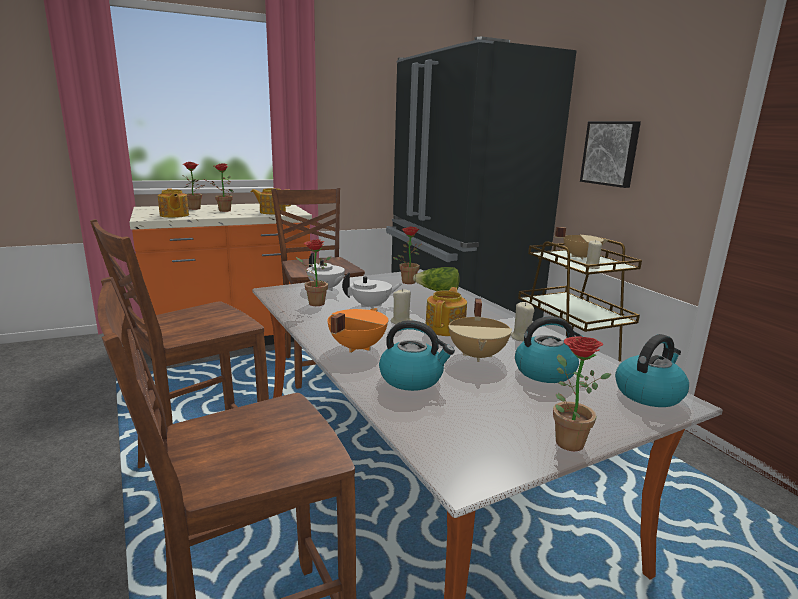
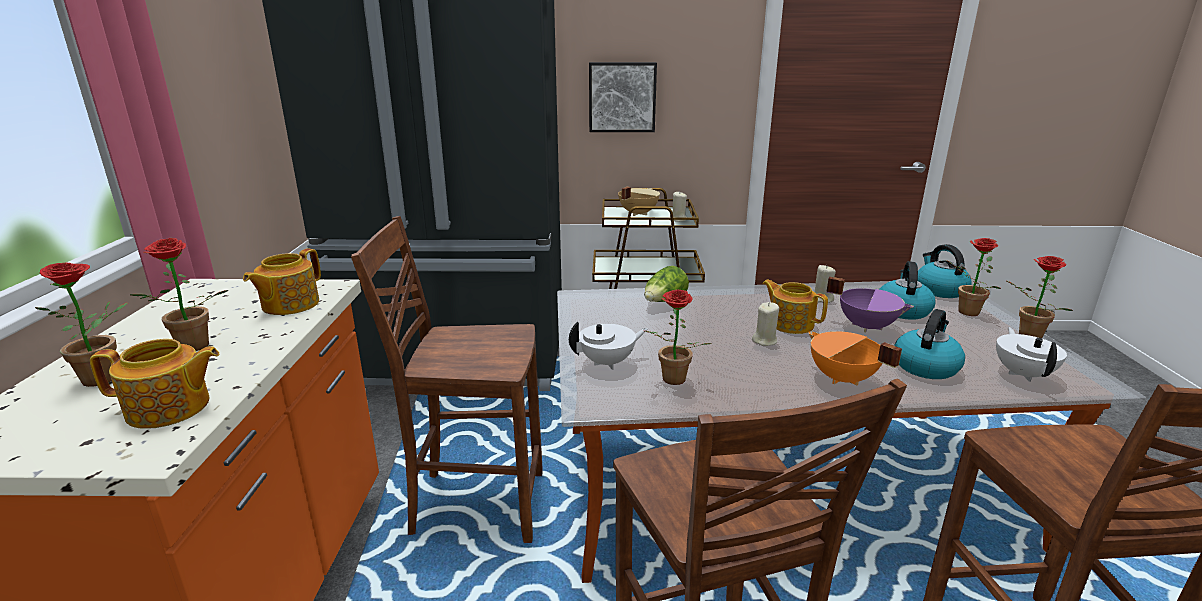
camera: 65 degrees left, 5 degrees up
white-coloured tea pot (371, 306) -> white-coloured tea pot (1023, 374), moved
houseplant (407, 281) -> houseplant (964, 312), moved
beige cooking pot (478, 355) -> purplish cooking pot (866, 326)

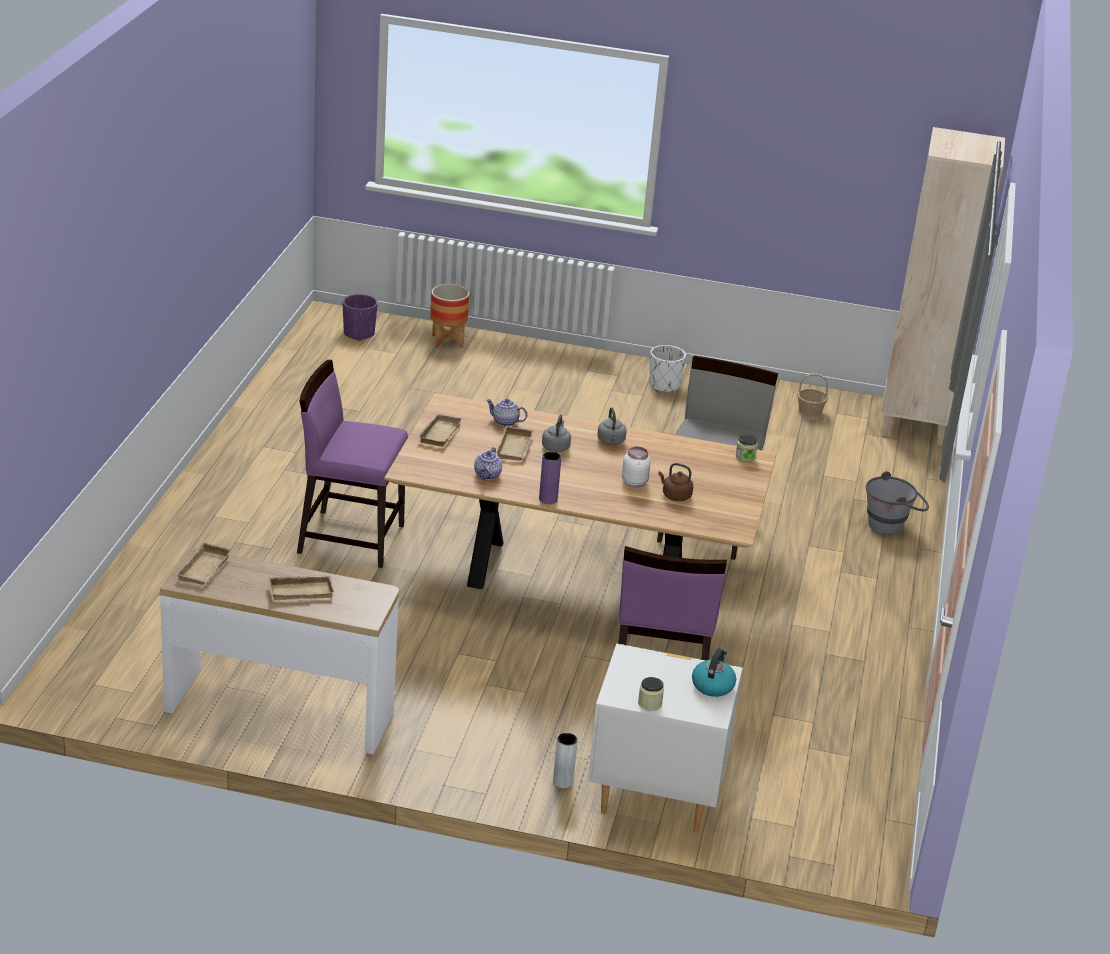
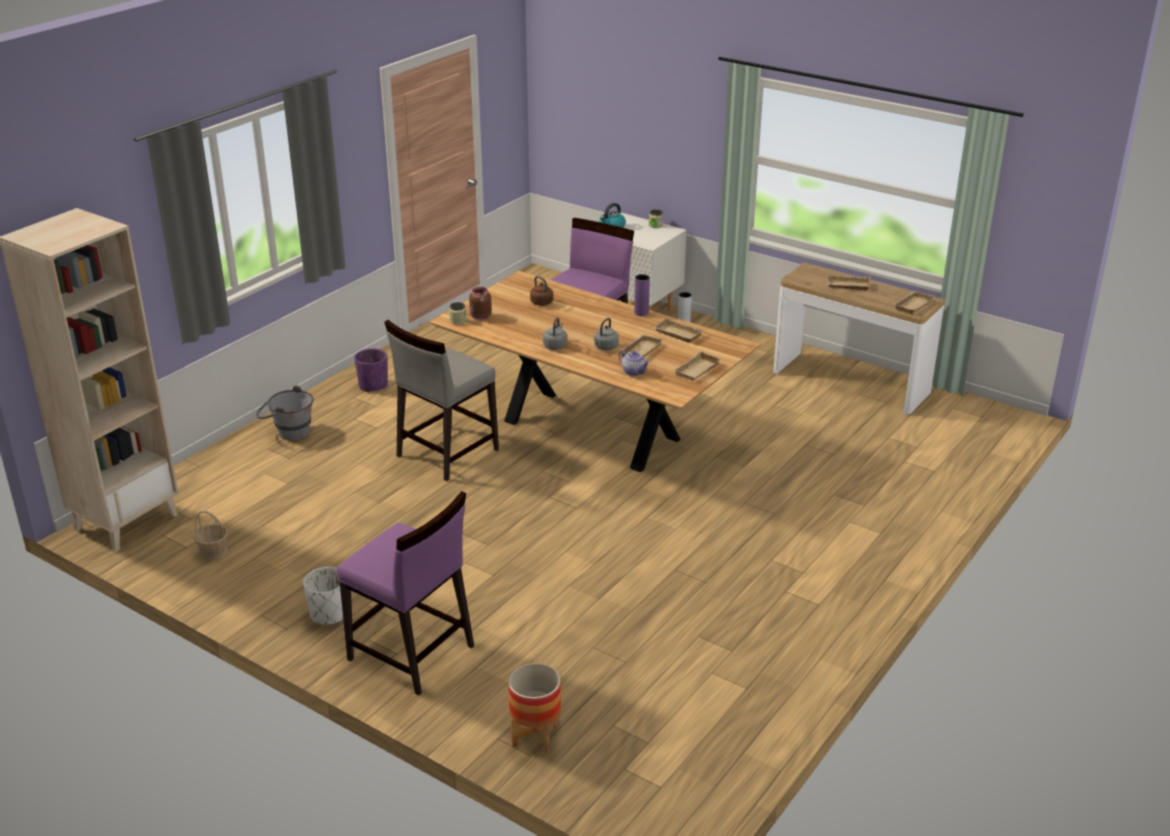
camera: 155 degrees left, 0 degrees up
purplish upright chair (350, 538) -> purplish upright chair (411, 654), moved
purplish planter (359, 334) -> purplish planter (373, 385), moved
tea pot (488, 475) -> beige tray (676, 334)
white-coloured storage jar (634, 482) -> none
none -> brownish storage jar (480, 316)

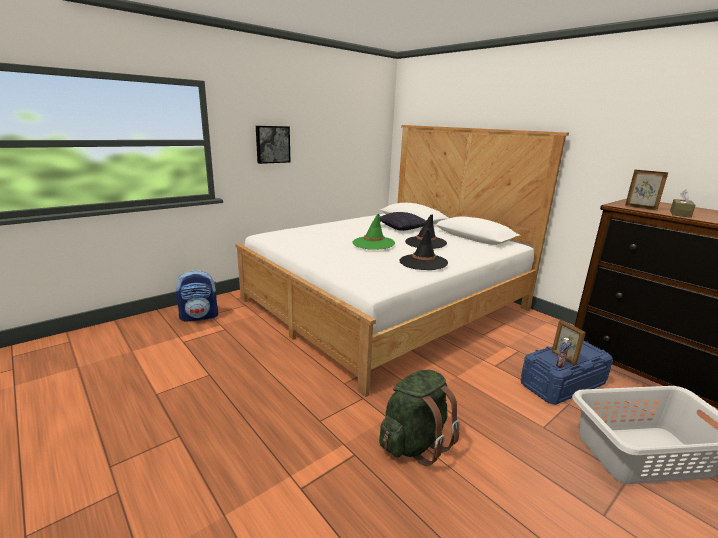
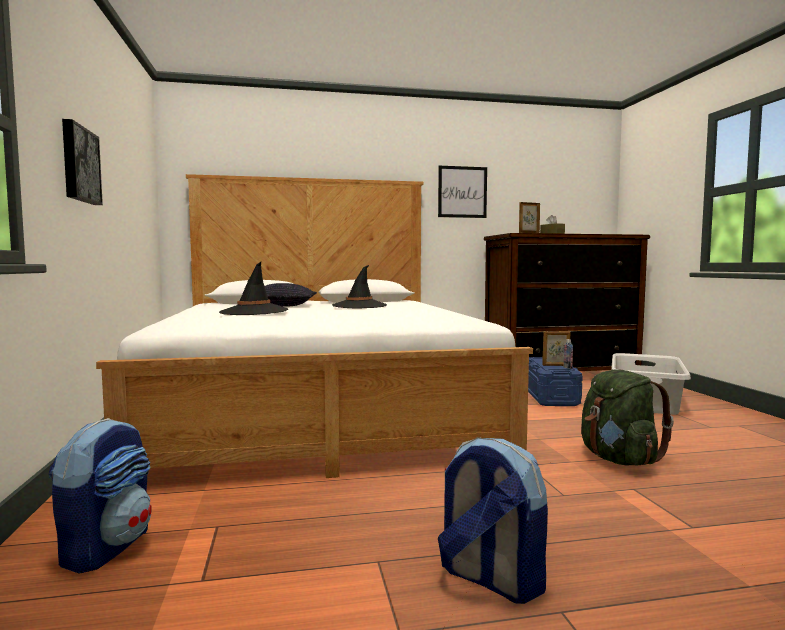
camera: 60 degrees left, 15 degrees down
green-coloured hat (373, 243) -> none
blackish hat (423, 262) -> blackish hat (254, 312), moved
none -> wall art (462, 192)
none -> knapsack (489, 579)

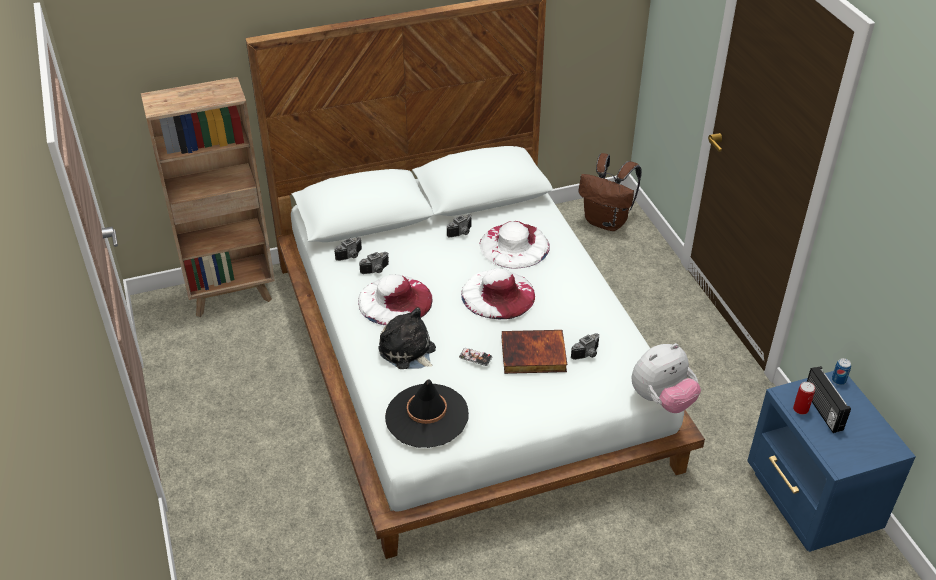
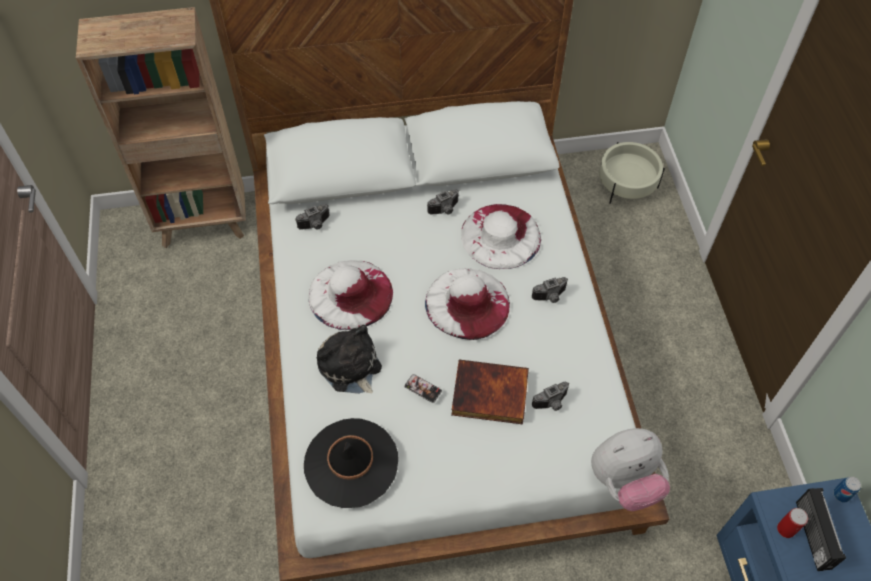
camera: 10 degrees right, 15 degrees up
photo camera (376, 271) -> photo camera (551, 297), moved
brownish knapsack (607, 222) -> beige planter (626, 184)

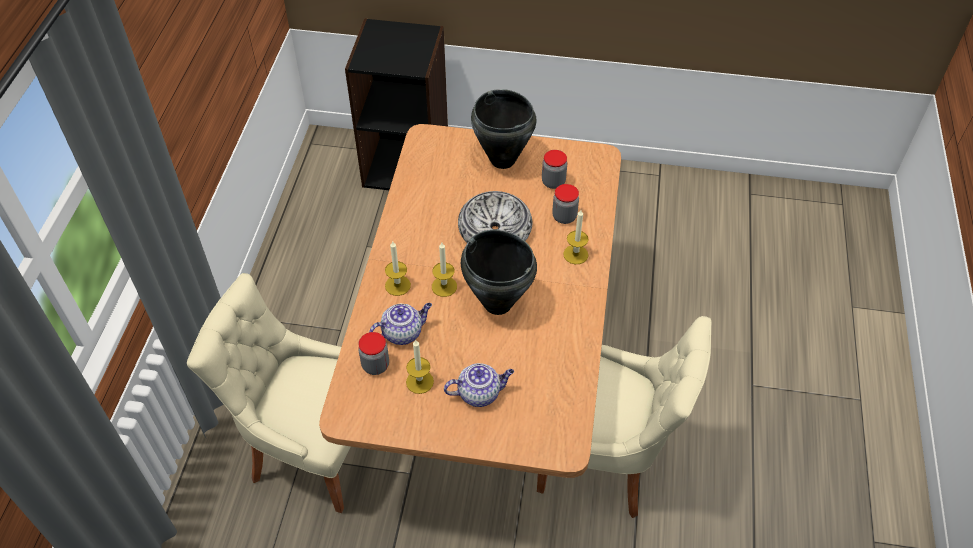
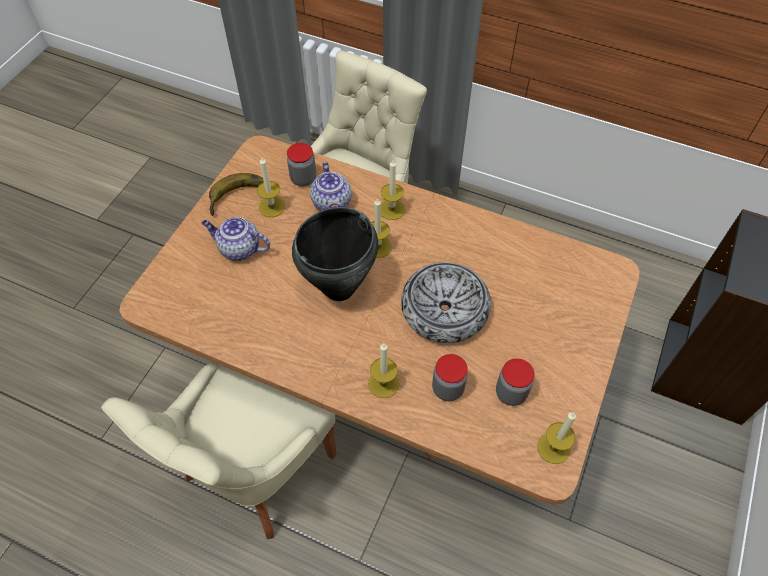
camera: 105 degrees right, 5 degrees up
tea pot (480, 393) -> tea pot (238, 249), 105 degrees clockwise
blackish cooking pot (502, 160) -> none
none -> banana fruit (239, 198)
none -> candle (553, 448)

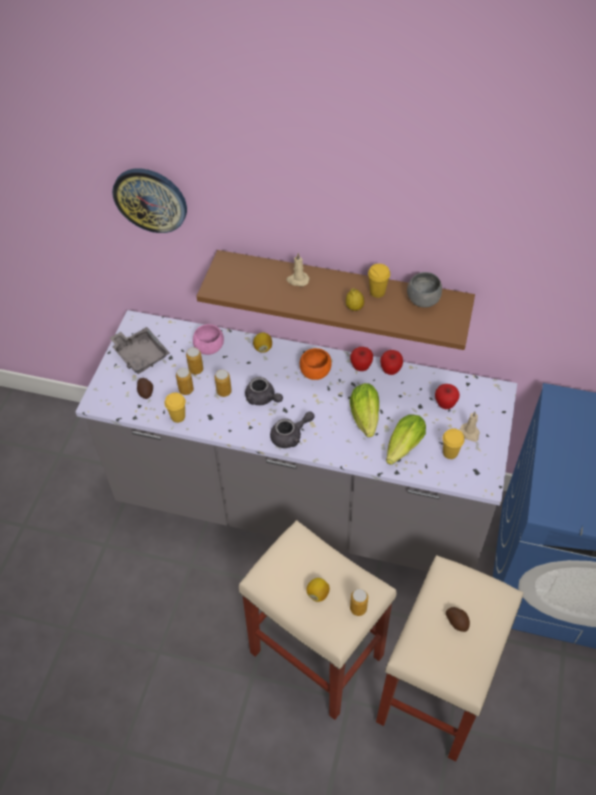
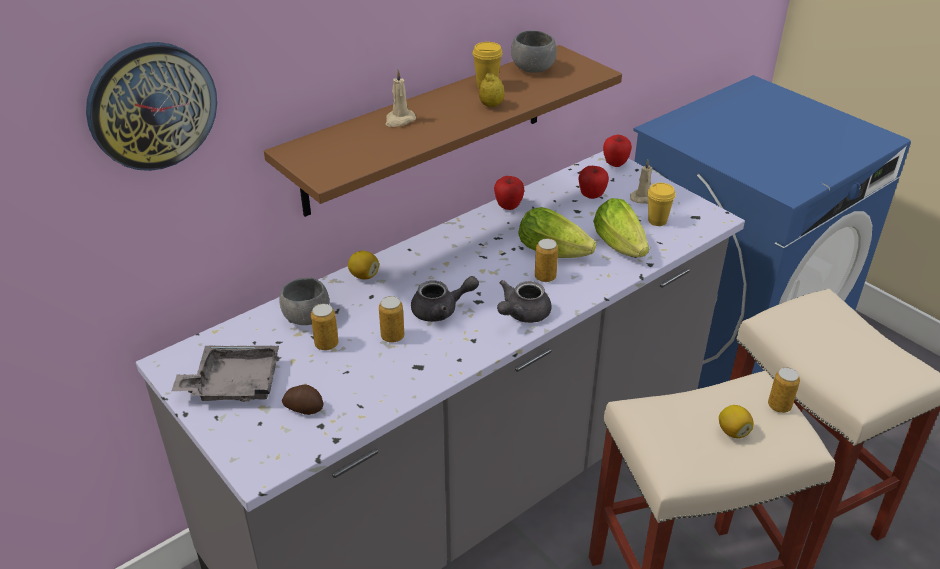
camera: 55 degrees left, 15 degrees down
yellow-coloured drinking cup (178, 417) -> none
sealed can (186, 390) -> sealed can (545, 277), moved
pink-coloured deep dish (209, 348) -> grey deep dish (306, 317)
grey tea pot (290, 436) -> grey tea pot (522, 314), 150 degrees counterclockwise
orange deep dish (315, 372) -> none
apple fruit (361, 367) -> apple fruit (615, 164), moved
spud (457, 621) -> none

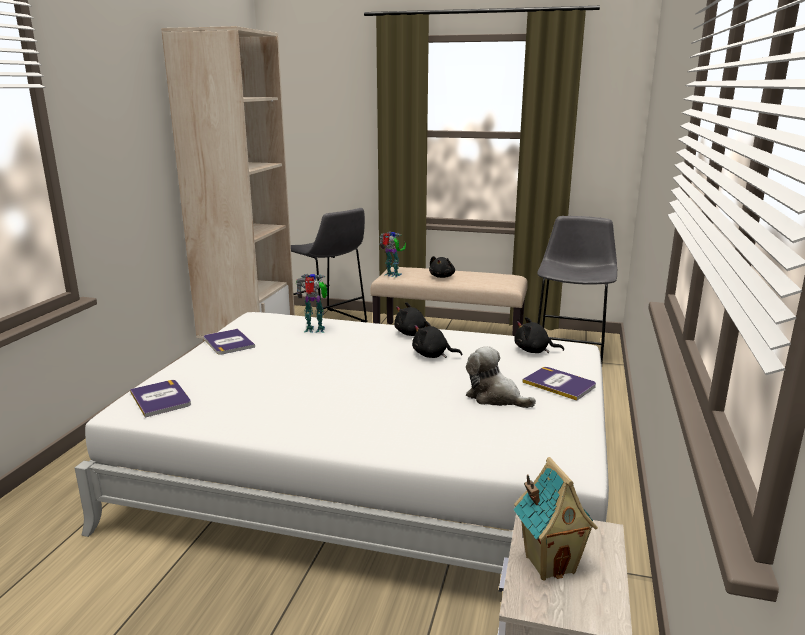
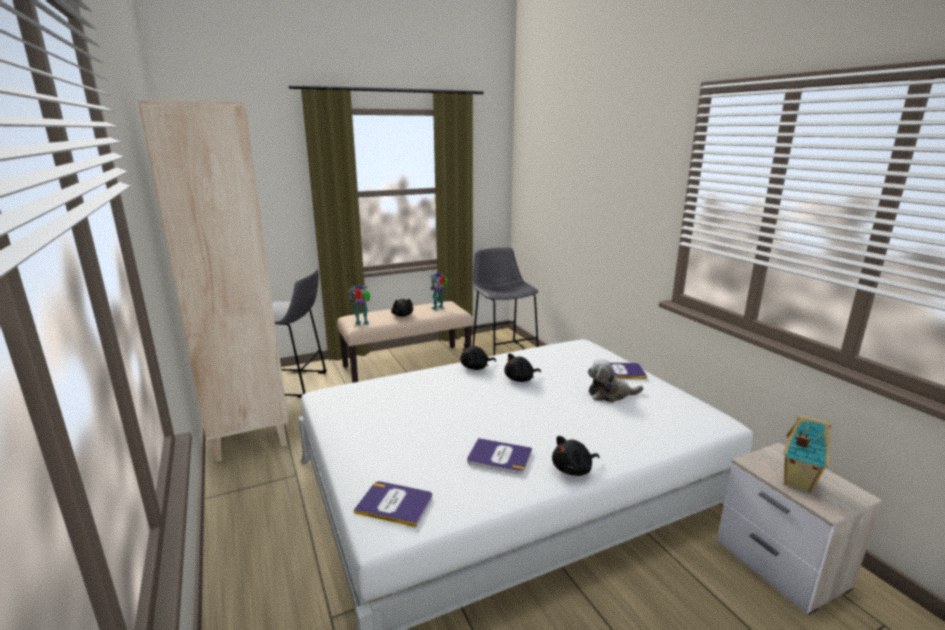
camera: 40 degrees left, 0 degrees up
book (228, 342) -> book (499, 457), moved
model robot (315, 330) -> model robot (439, 308), moved
blackish cuddly toy (534, 351) -> blackish cuddly toy (573, 469), moved

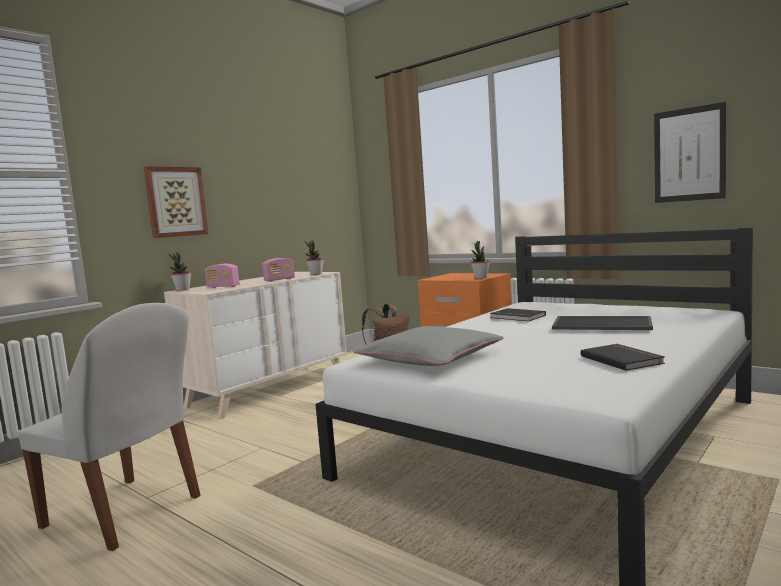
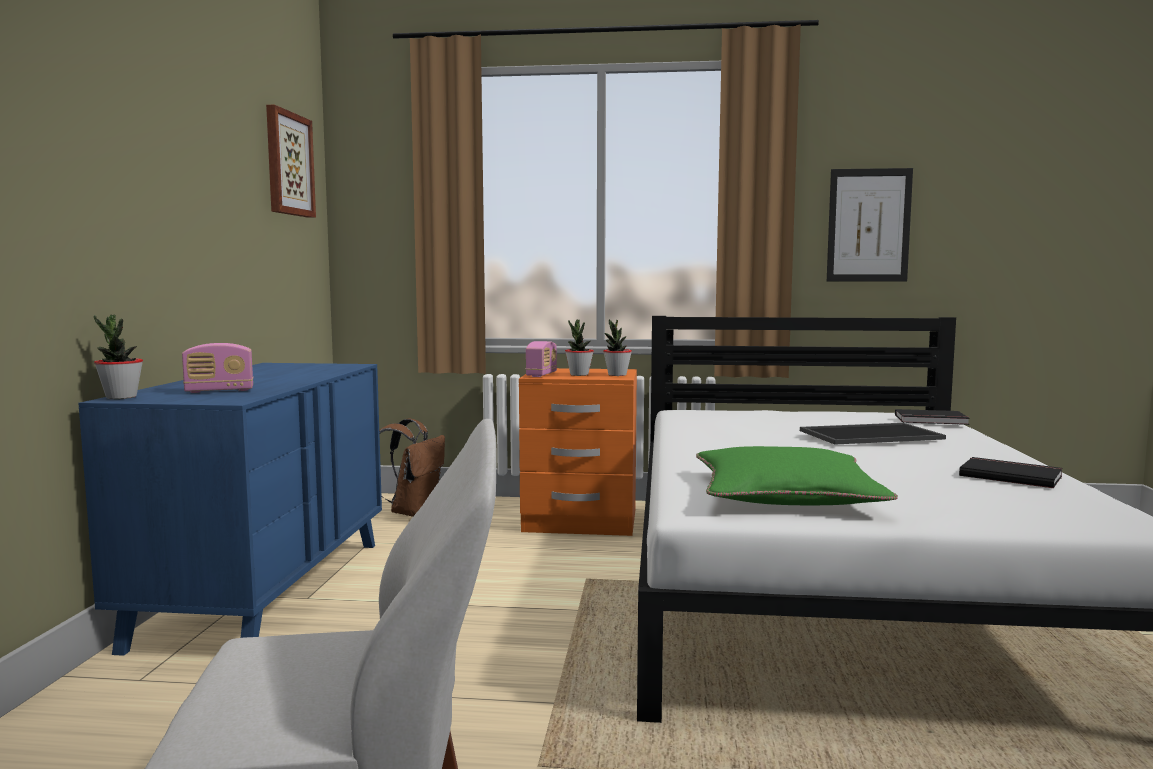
camera: 35 degrees left, 0 degrees up
wall art (176, 202) -> wall art (288, 164), moved
beige dresser (269, 389) -> blue dresser (266, 590)
radio (279, 280) -> radio (541, 374), moved
houseplant (316, 274) -> houseplant (579, 374), moved
grey pillow (430, 358) -> green-coloured pillow (785, 495)
blackish book (517, 317) -> blackish book (931, 420), moved

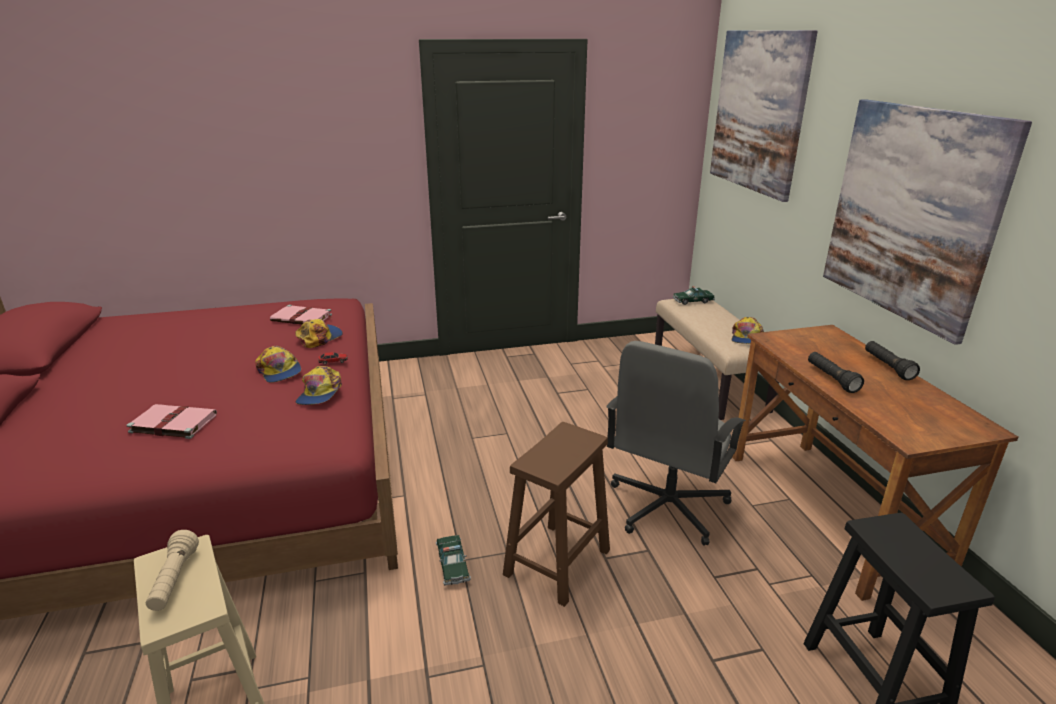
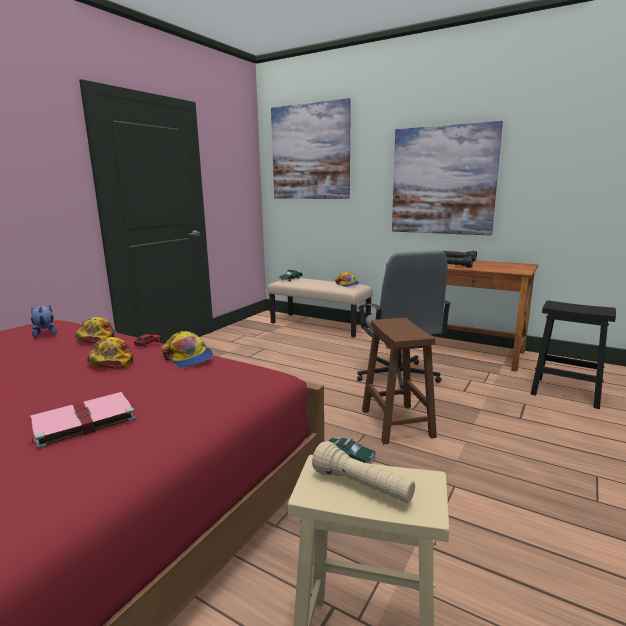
camera: 45 degrees left, 10 degrees down
baseball cap (279, 371) -> baseball cap (112, 361), 120 degrees counterclockwise
pink-coloured book (302, 318) -> cuddly toy (45, 334)

